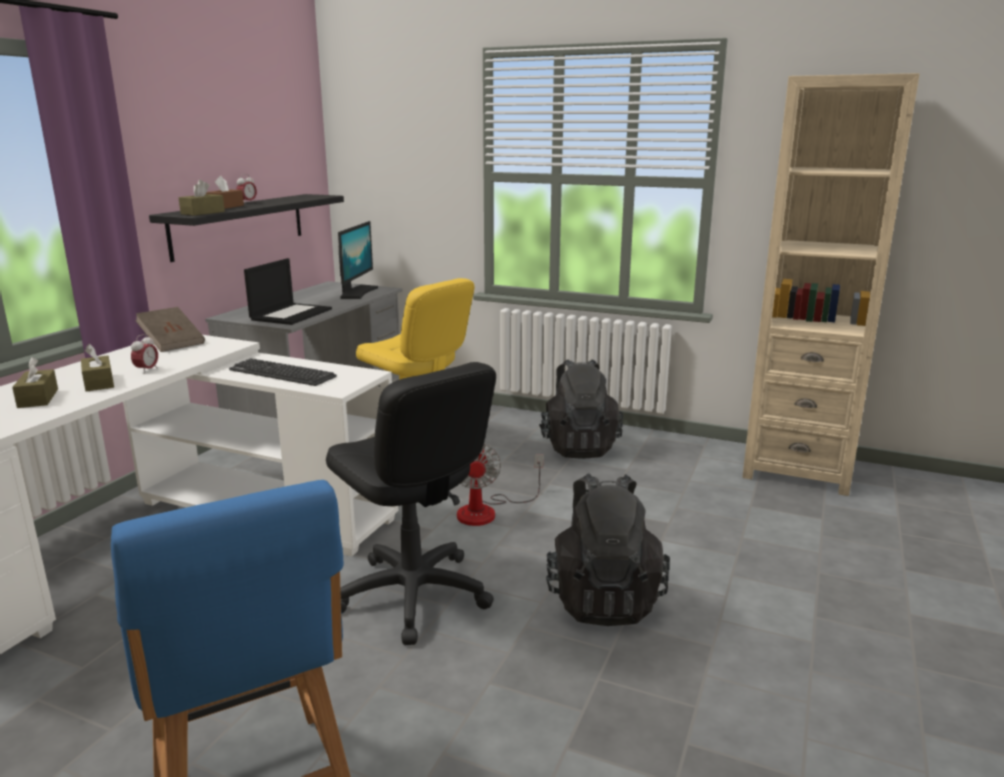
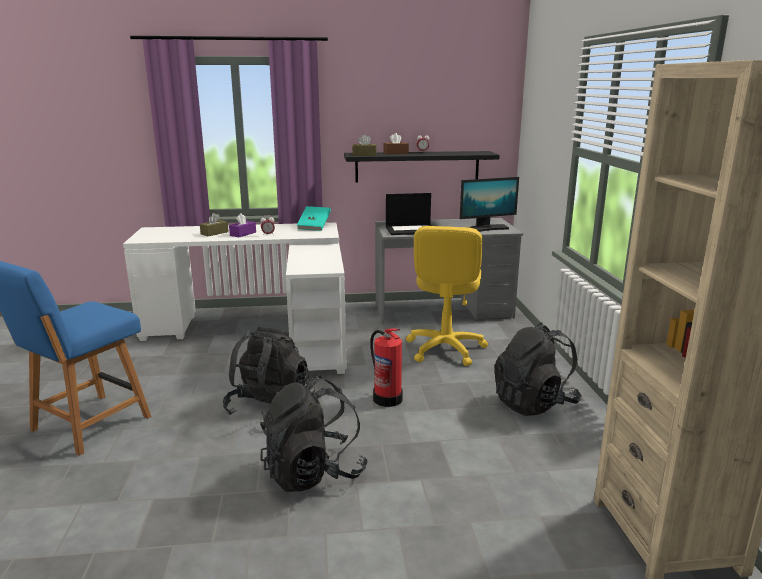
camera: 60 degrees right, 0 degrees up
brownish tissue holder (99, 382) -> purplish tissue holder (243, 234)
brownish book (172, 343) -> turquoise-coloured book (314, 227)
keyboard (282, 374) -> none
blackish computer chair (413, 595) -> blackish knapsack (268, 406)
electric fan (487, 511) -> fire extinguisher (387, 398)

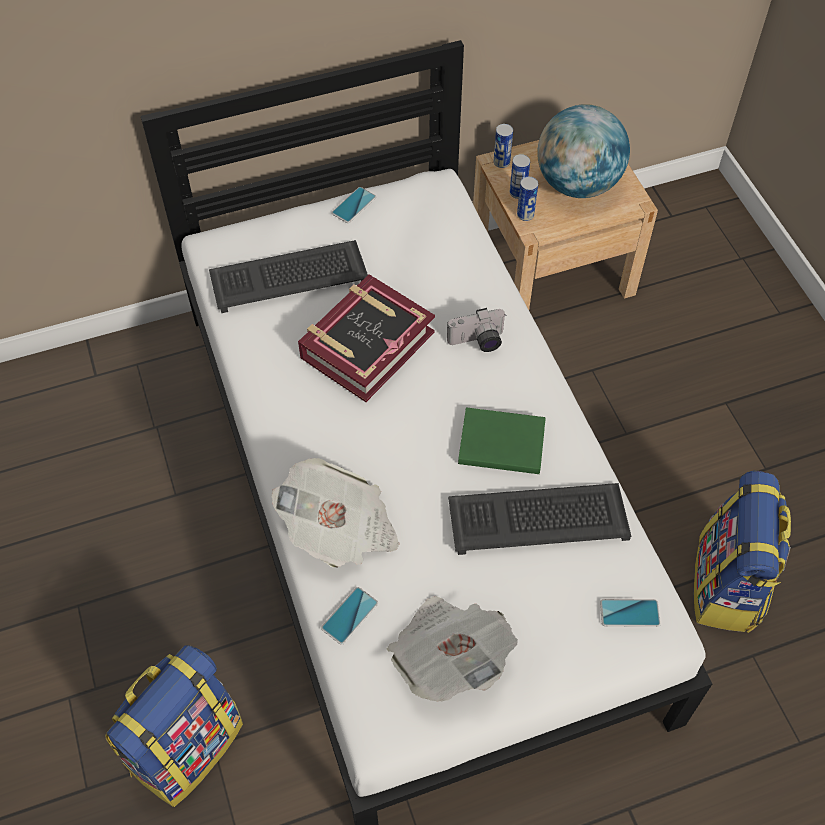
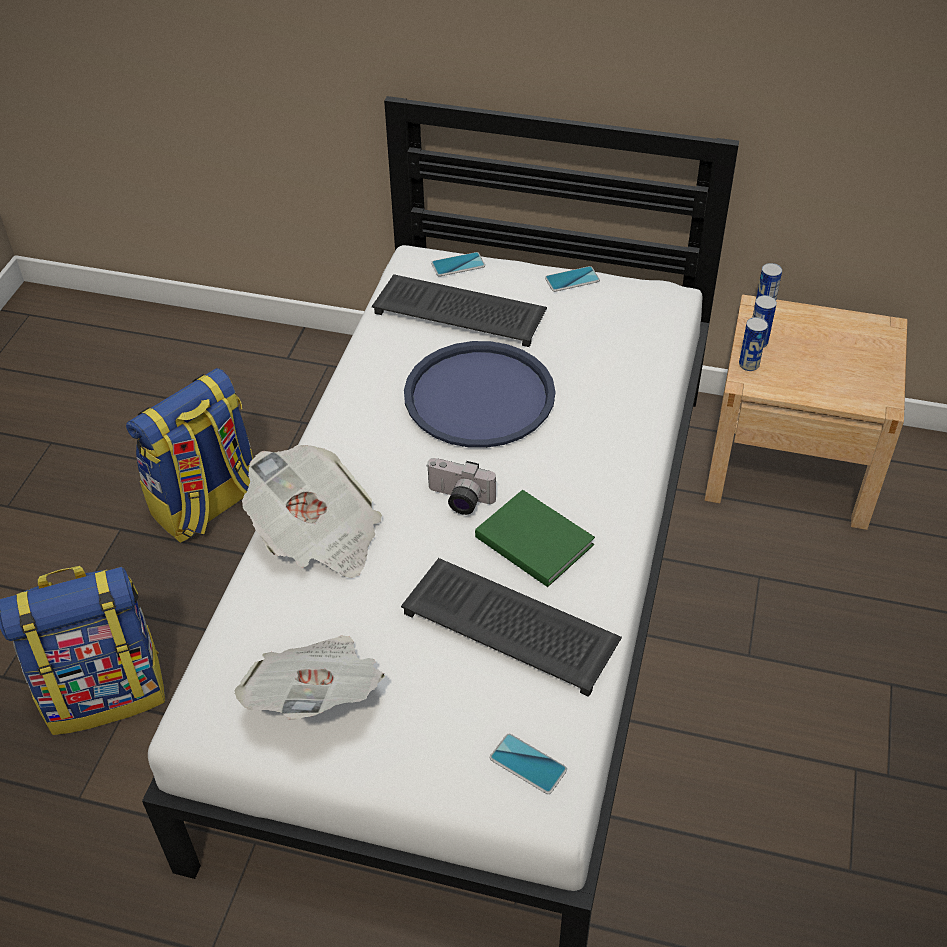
camera: 35 degrees right, 10 degrees down
book (366, 345) -> blue tray (479, 396)
telephone (350, 616) -> telephone (458, 265), moved
photo camera (477, 342) -> photo camera (458, 500), moved
desk globe (577, 184) -> none
knapsack (727, 586) -> knapsack (207, 505), moved

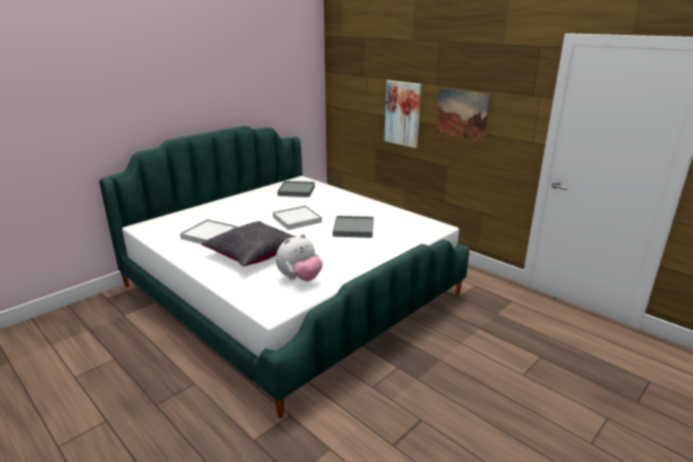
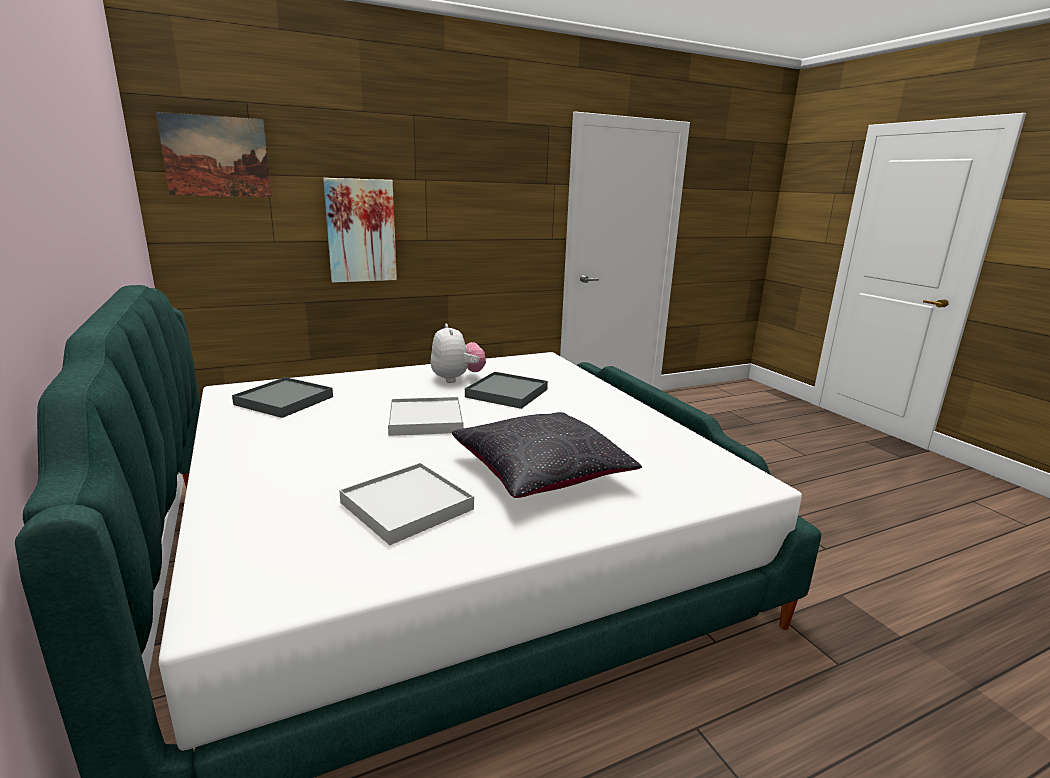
camera: 70 degrees left, 5 degrees down
cuddly toy (300, 278) -> cuddly toy (457, 379), moved
wall art (462, 114) -> wall art (216, 156), moved

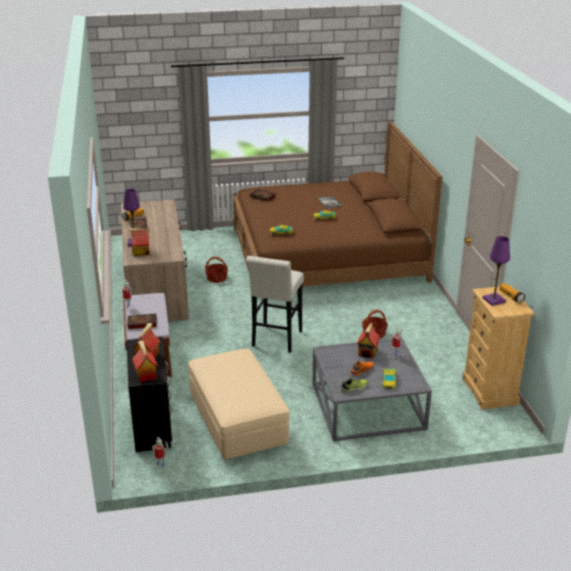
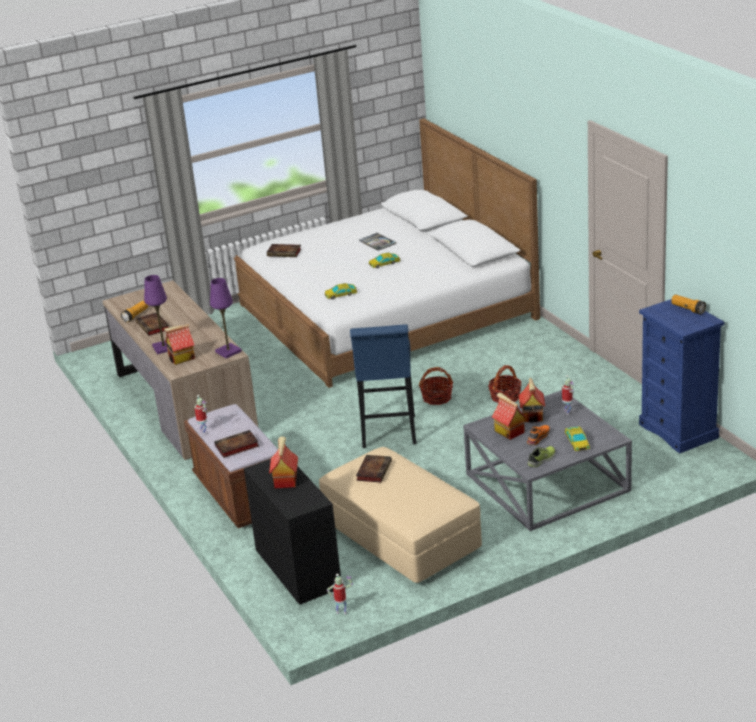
camera: 15 degrees left, 0 degrees up
toy house (145, 375) -> toy house (508, 431), moved
household basket (217, 278) -> household basket (437, 398), moved
brownish sleeping bed (327, 253) -> white-coloured sleeping bed (385, 311)
white-coloured stool (275, 341) -> blue stool (388, 434)
beige dresser (490, 391) -> blue dresser (678, 431)
purplish table lamp (493, 300) -> purplish table lamp (228, 352), moved
none -> book (374, 470)

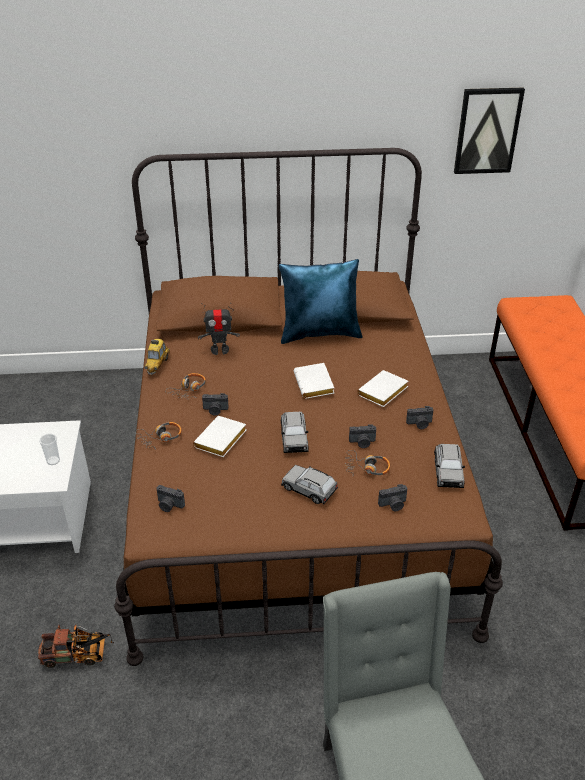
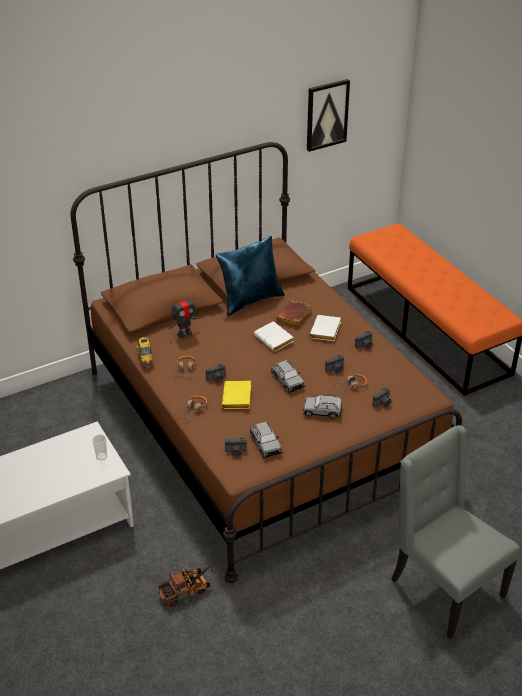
camera: 25 degrees left, 0 degrees up
white-coloured book (221, 441) -> yellow-coloured book (238, 398)
grey toy car (448, 472) -> grey toy car (265, 444), moved
none -> brownish book (294, 317)

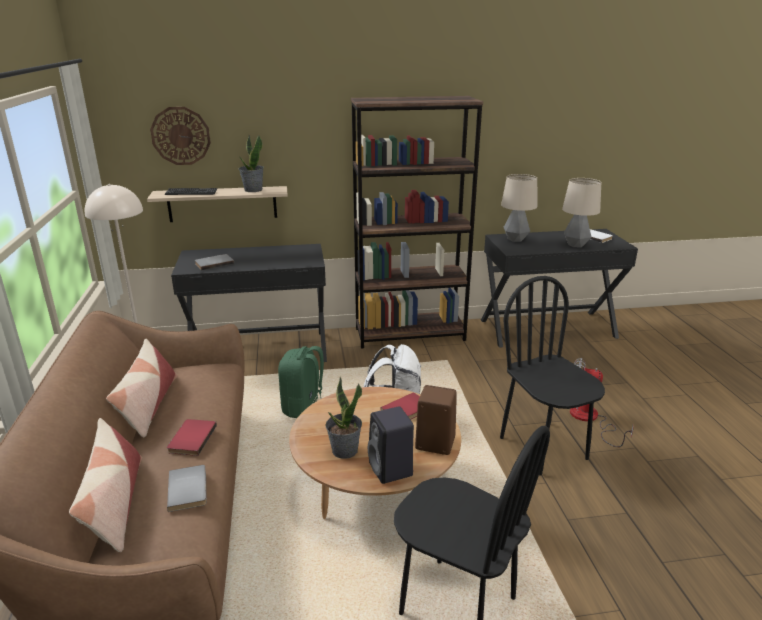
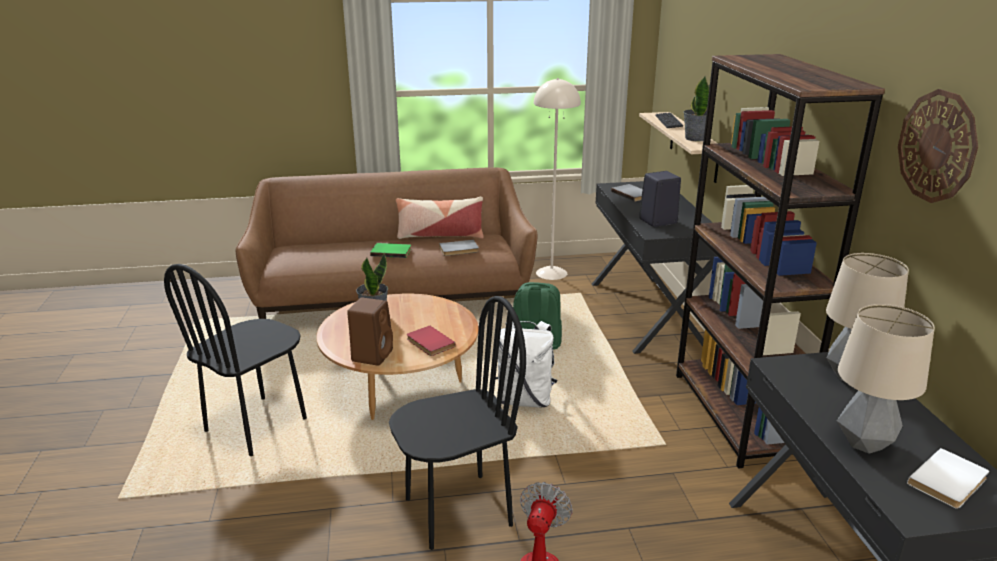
camera: 90 degrees right, 0 degrees up
pillow (115, 504) -> none
hanging clock (180, 136) -> hanging clock (937, 146), moved
red book (190, 439) -> green-coloured book (391, 251)
grey book (189, 489) -> grey book (459, 250), moved
blackish speaker (391, 470) -> blackish speaker (657, 221), moved

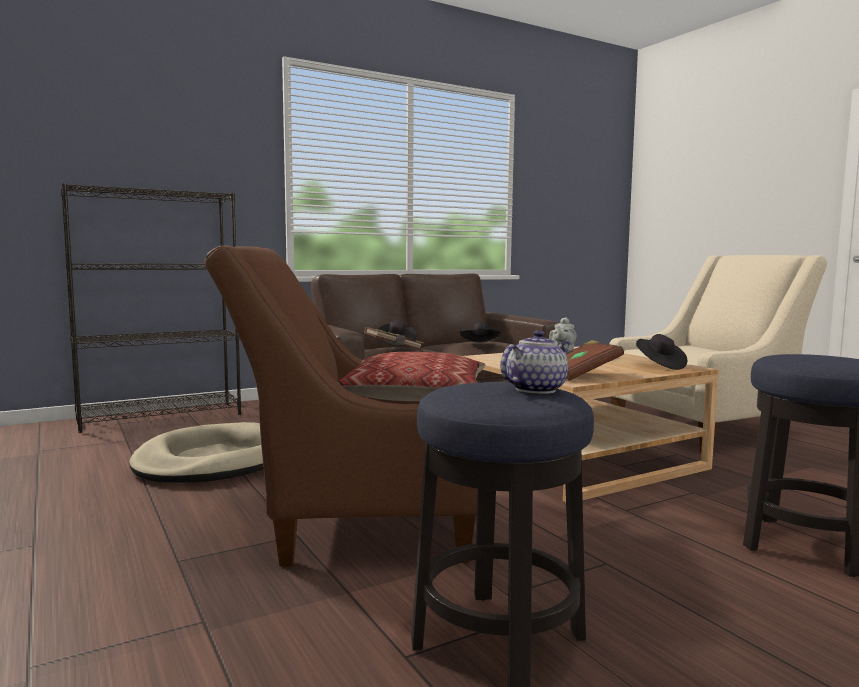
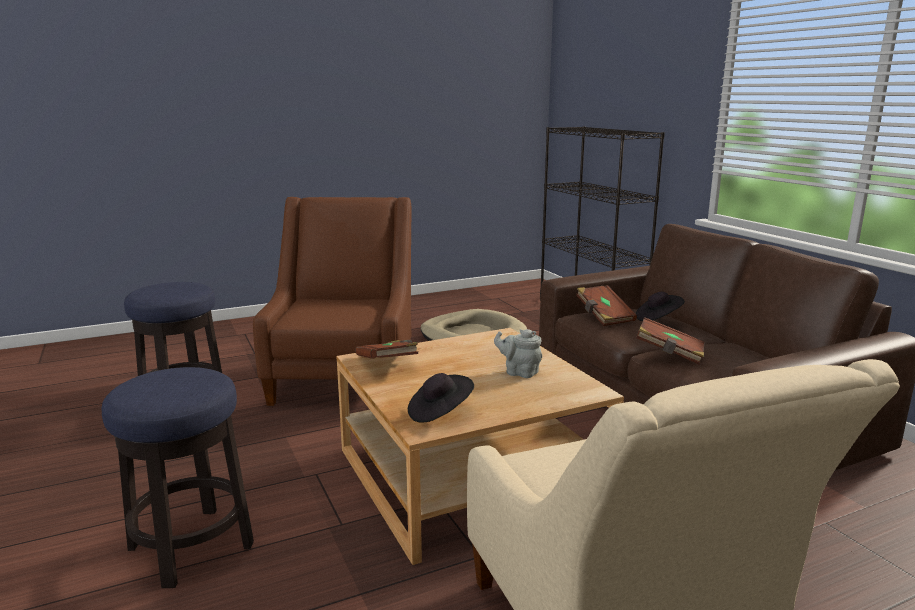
camera: 95 degrees right, 10 degrees up
pillow (415, 395) -> none
blackish hat (480, 344) -> brownish book (669, 353)
tea pot (535, 389) -> none

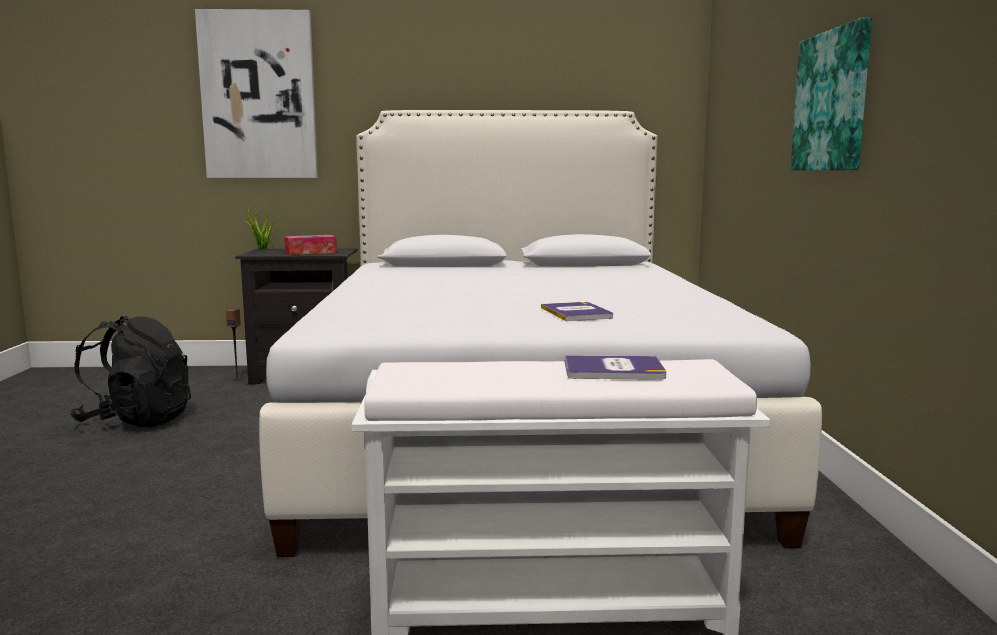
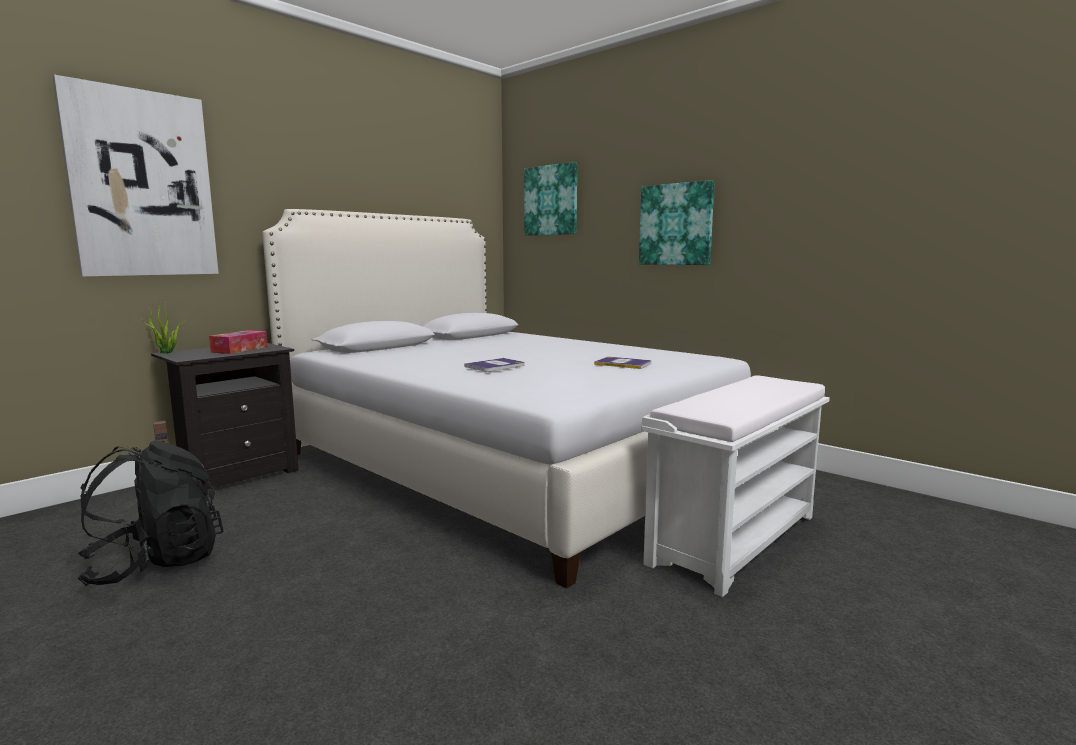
camera: 45 degrees left, 0 degrees up
book (613, 370) -> book (495, 366), moved
none -> wall art (551, 200)

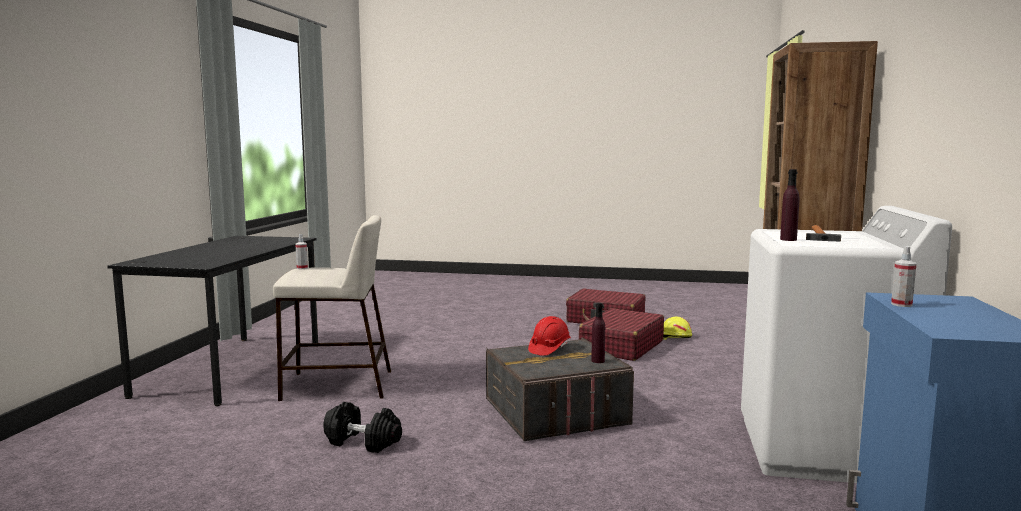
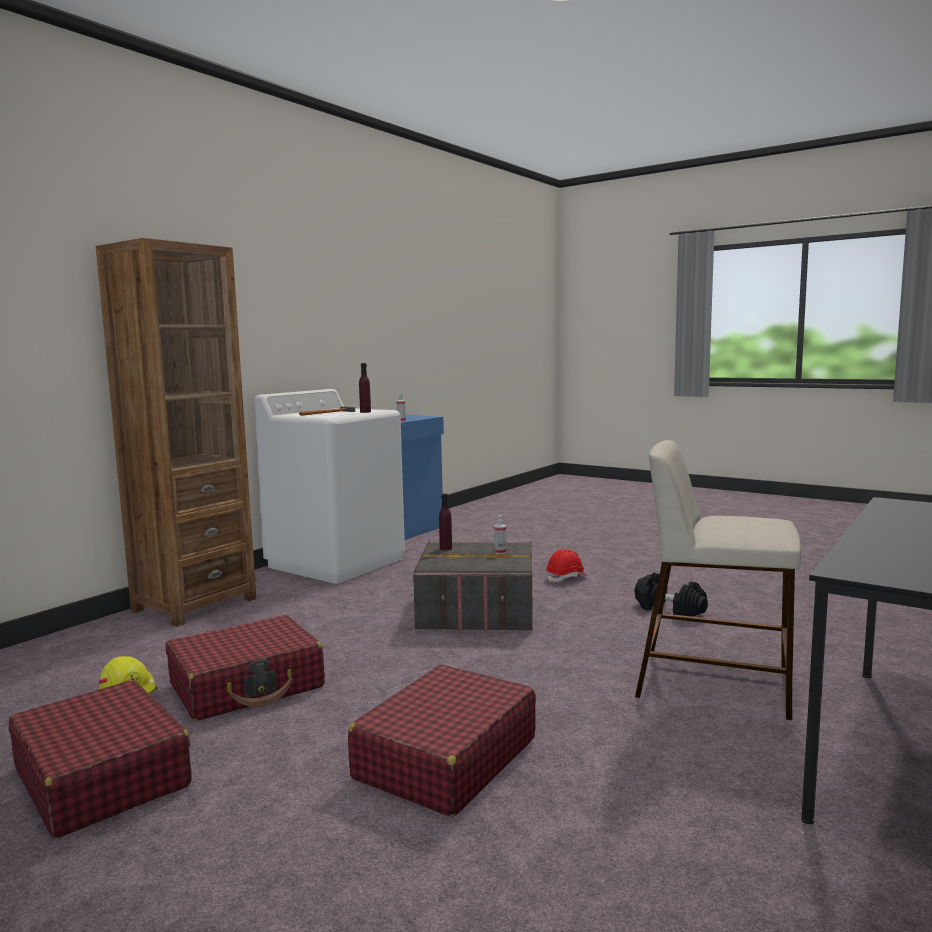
camera: 155 degrees left, 0 degrees up
sprayer (302, 268) -> sprayer (500, 552), moved
red work helmet (549, 349) -> red work helmet (566, 578), moved
none -> red travel case (445, 759)

